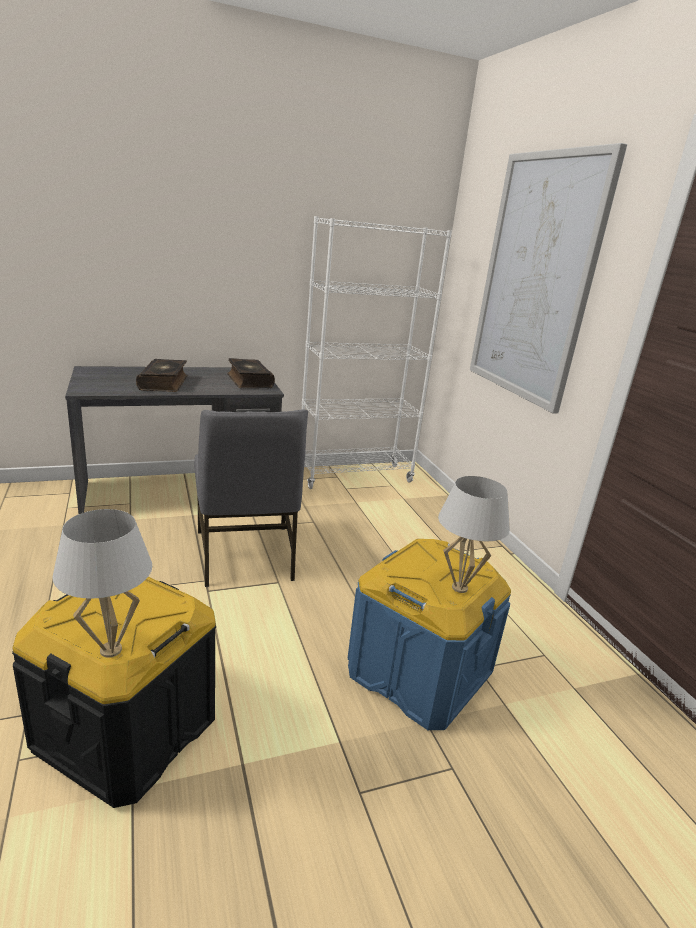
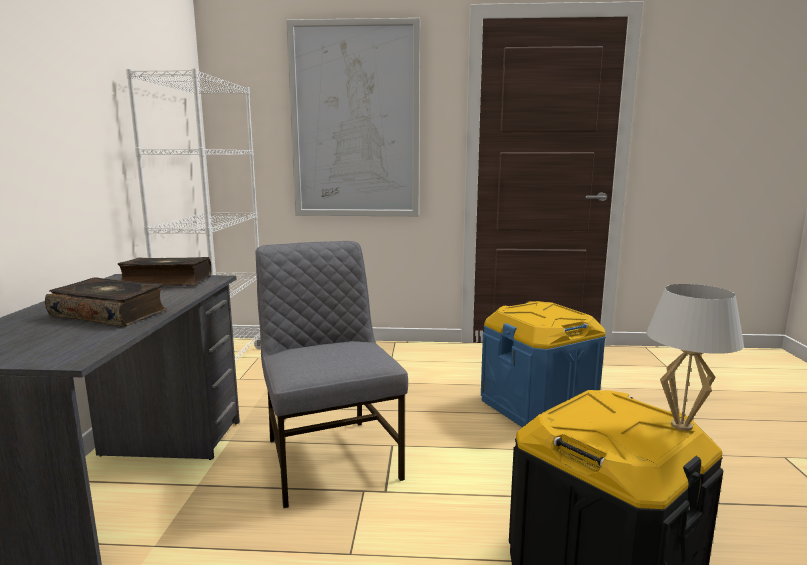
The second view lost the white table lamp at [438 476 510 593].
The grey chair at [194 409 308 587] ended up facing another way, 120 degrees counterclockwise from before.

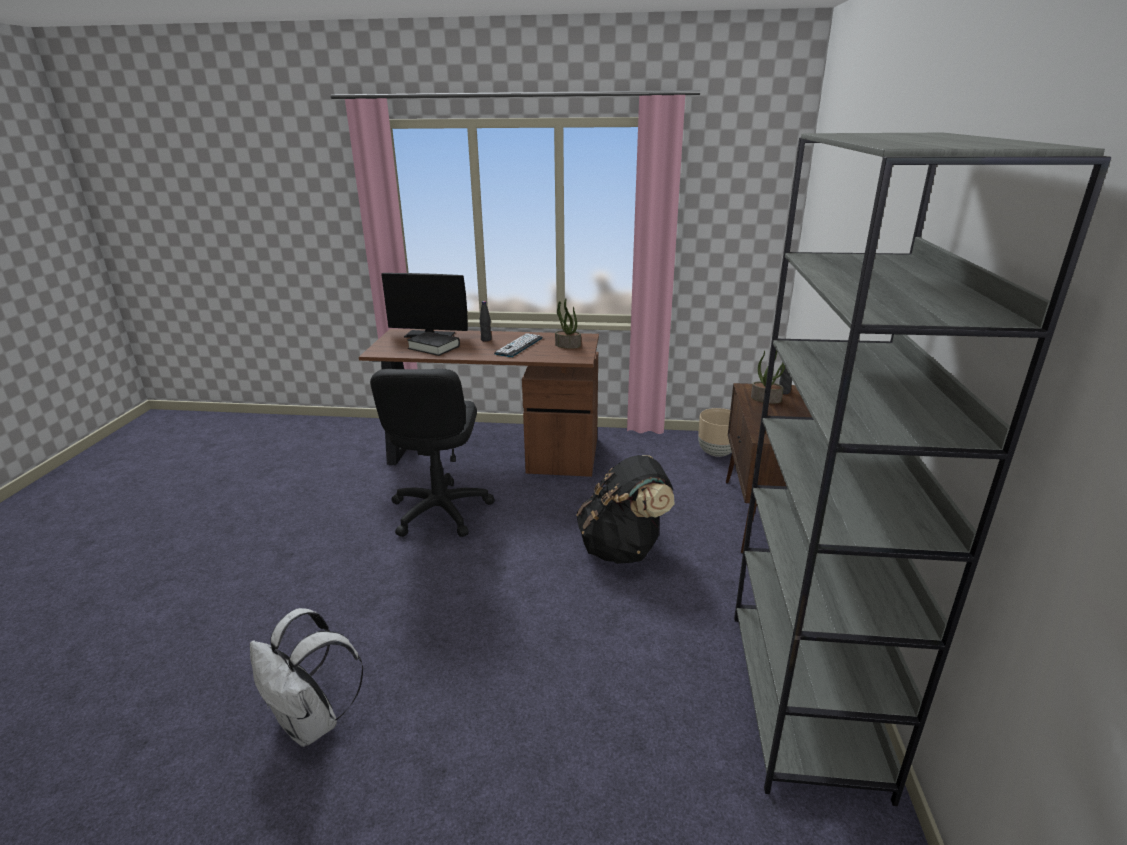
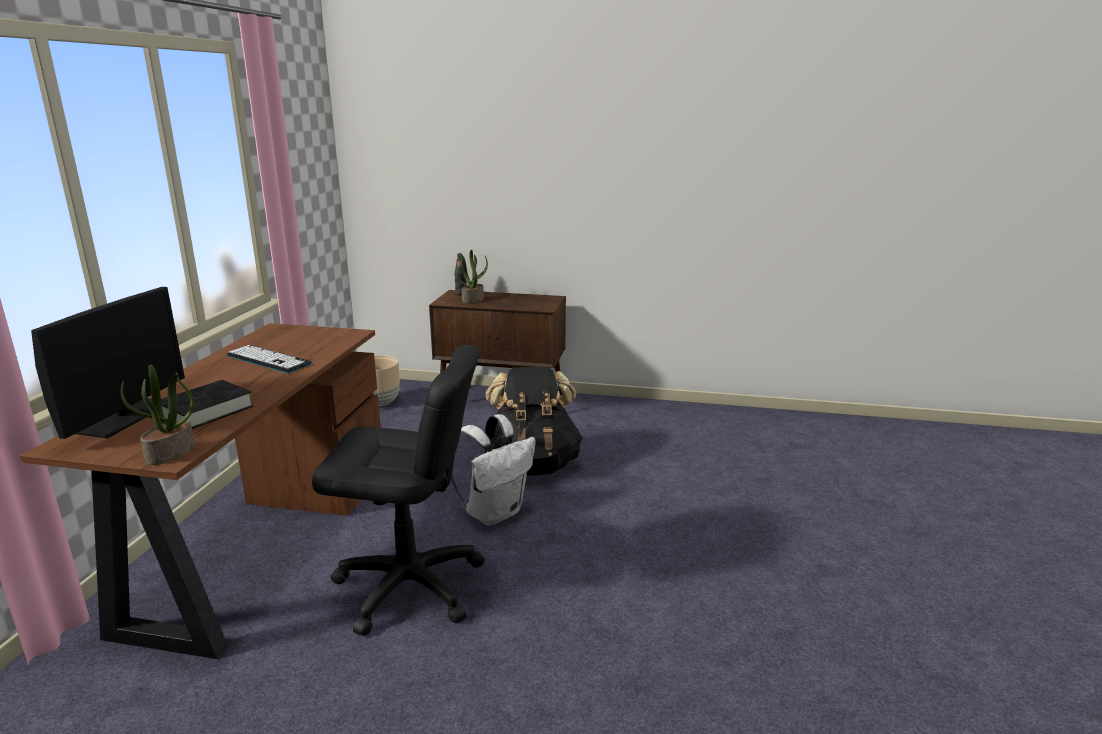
The second view lost the black bottle at [479 301 492 342].
The second view lost the grey bookcase at [734 133 1112 806].
The white backpack ended up elsewhere, having gone from [250 608 363 747] to [451 414 536 526].
The potted plant ended up elsewhere, having gone from [555 299 581 349] to [121 365 195 465].

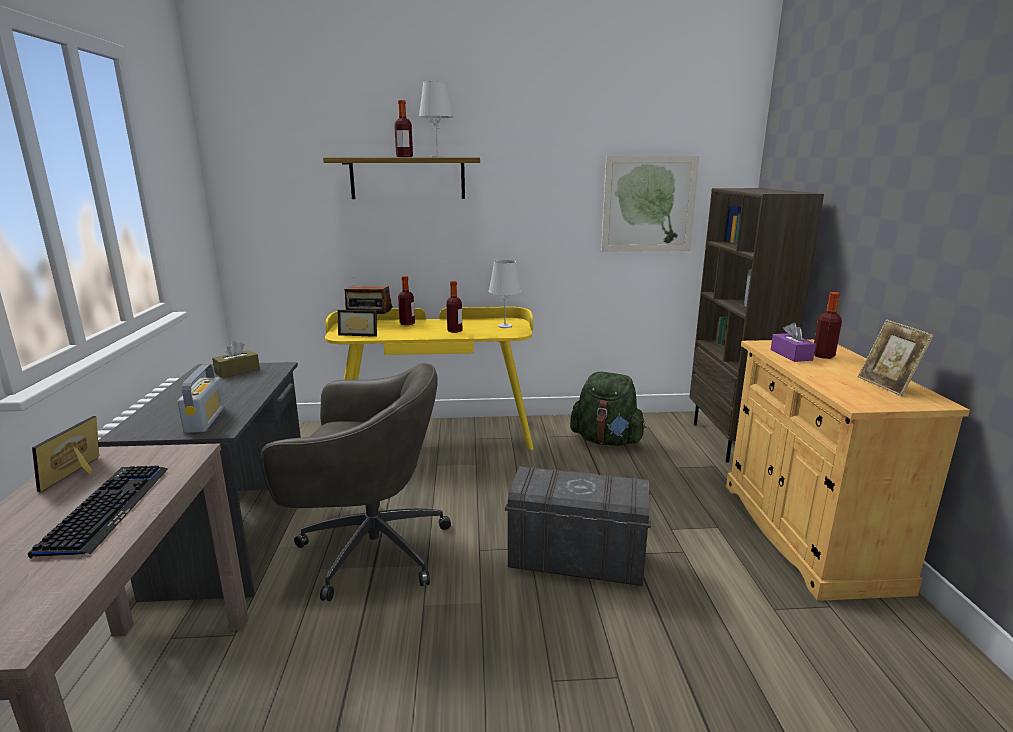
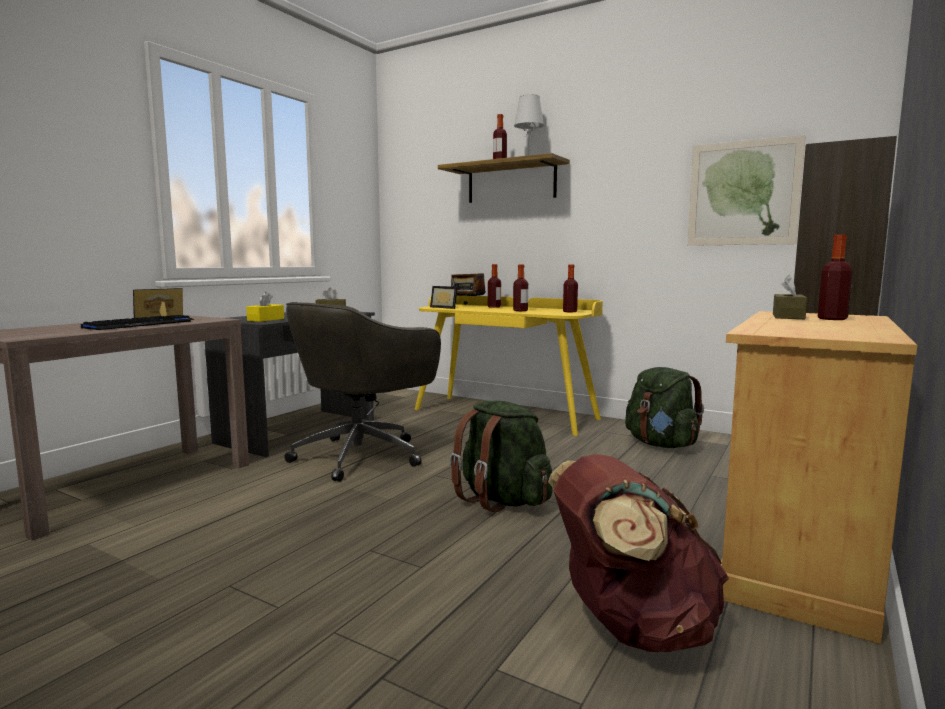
The second view lost the picture frame at [858 319 934 396].
The second view gained the brown backpack at [548 454 729 652].
Where the radio stood at [178 364 225 433], the yellow tissue box came to stand at [246 292 284 322].
Where the white table lamp stood at [489 260 521 328], the bottle came to stand at [563 264 578 312].
Where the grey storage box stood at [505 467 651 586], the green backpack came to stand at [450 401 552 512].
What was the purple tissue box at [771 323 816 362] turned into the brown tissue box at [773 275 807 319].
The grey office chair at [261 363 451 601] ended up facing another way, 90 degrees clockwise from before.

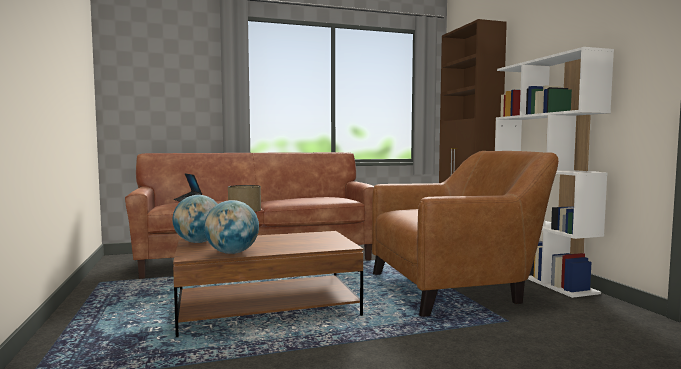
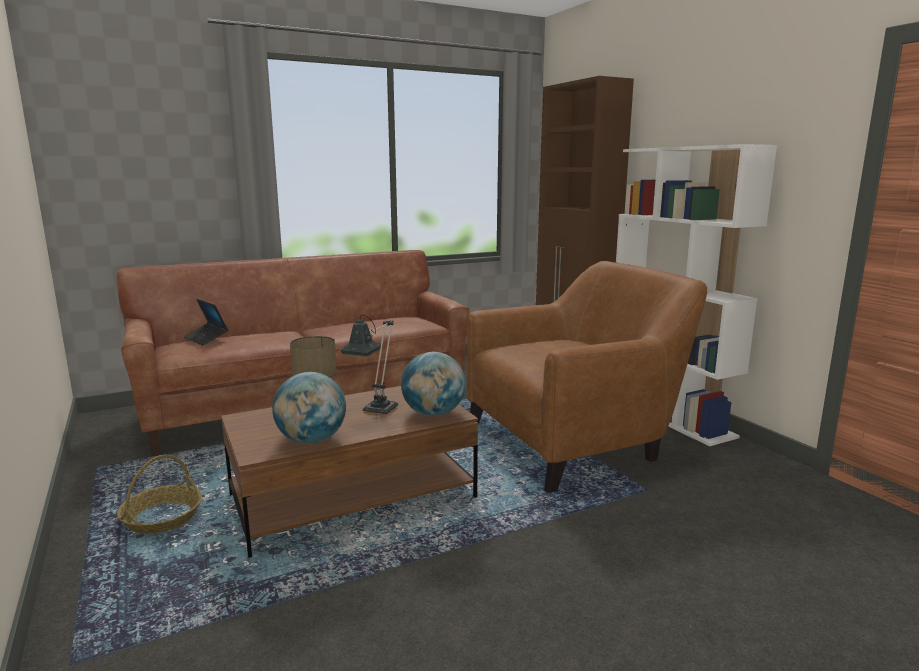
The second view gained the basket at [117 454 202 534].
The second view gained the table lamp at [341 315 398 414].
The globe ended up elsewhere, having gone from [173 195 218 243] to [401 352 466 416].

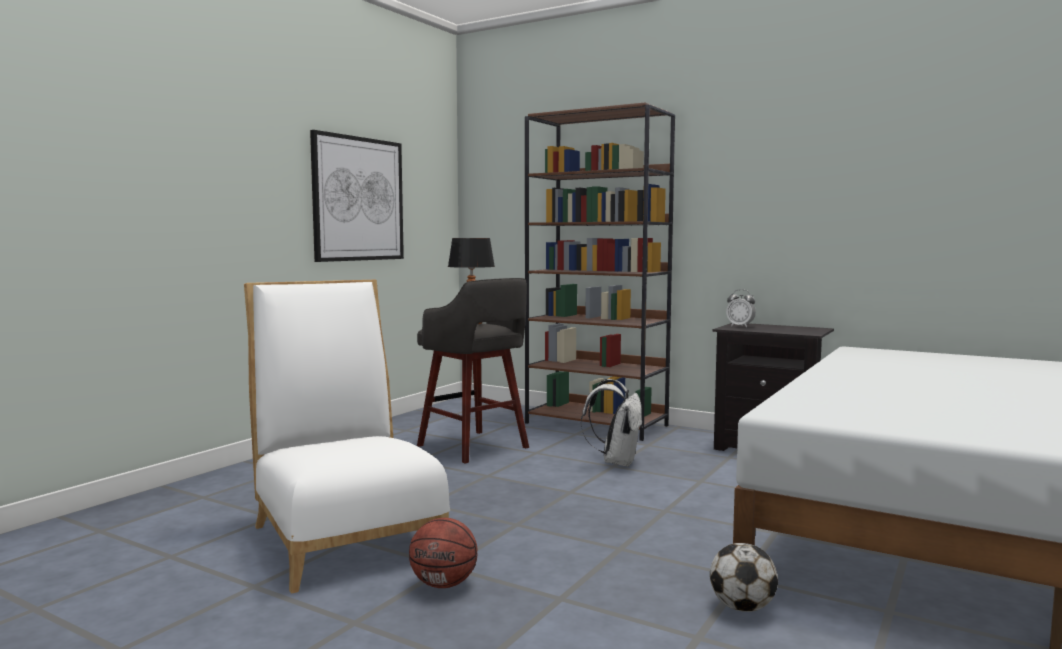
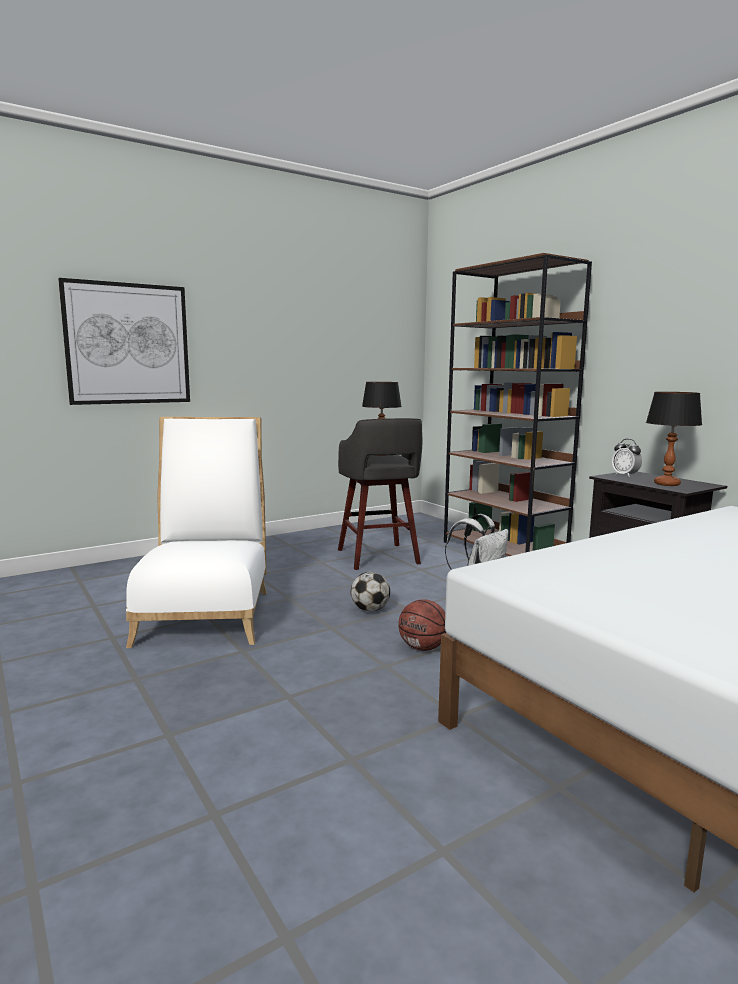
The second view gained the table lamp at [646 392 702 486].
The picture ended up elsewhere, having gone from [310 130 404 262] to [58 278 190 405].
The basketball ended up elsewhere, having gone from [409 518 477 588] to [399 599 446 651].
The football ended up elsewhere, having gone from [710 543 778 612] to [351 572 390 612].

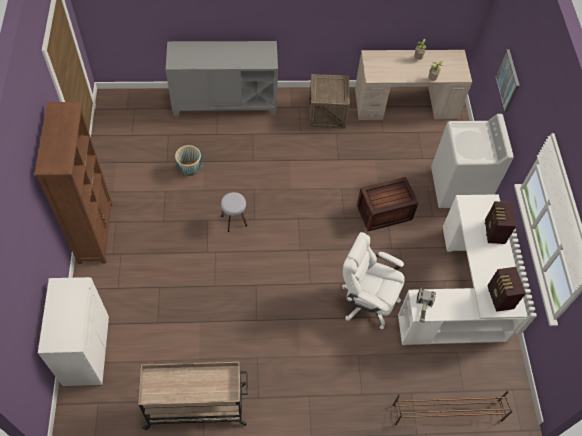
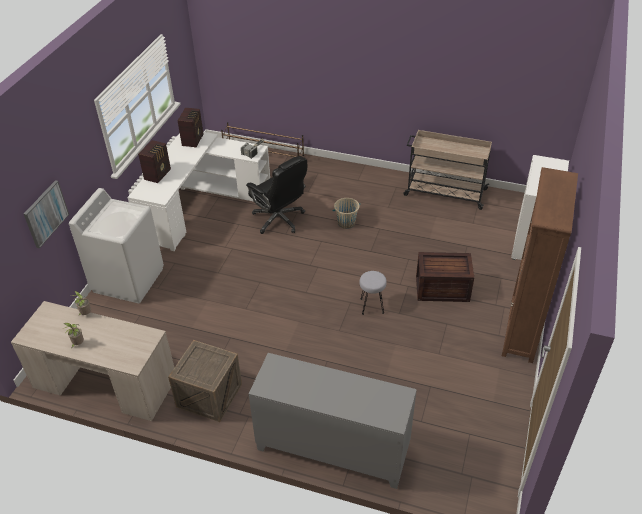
The beige bucket ended up elsewhere, having gone from [175 145 203 176] to [332 198 360 229].
The crate ended up elsewhere, having gone from [357 177 418 231] to [416 252 474 302].
What was the white office chair at [342 232 405 329] turned into the black office chair at [246 156 307 234].

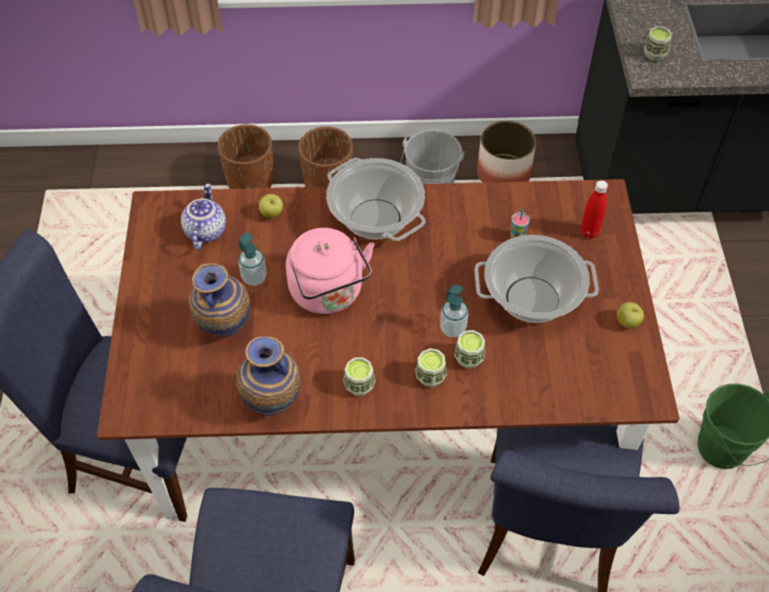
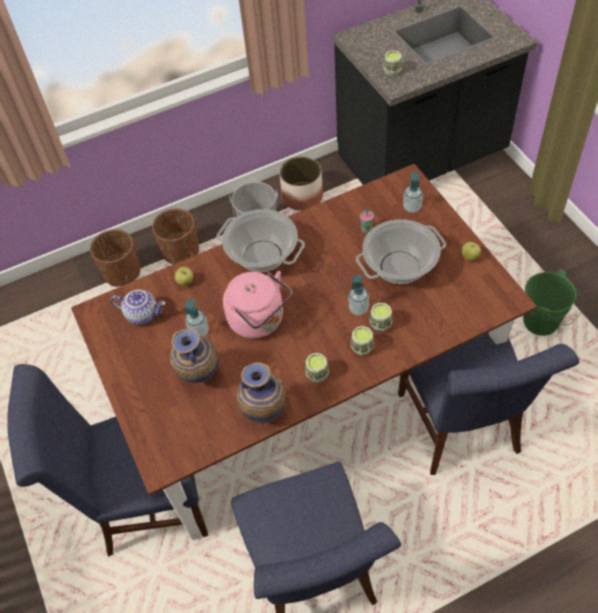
Where the red bottle stood at [581 180 608 239], the soap dispenser came to stand at [403 172 423 213].
The teapot at [181 183 226 250] ended up facing another way, 120 degrees clockwise from before.

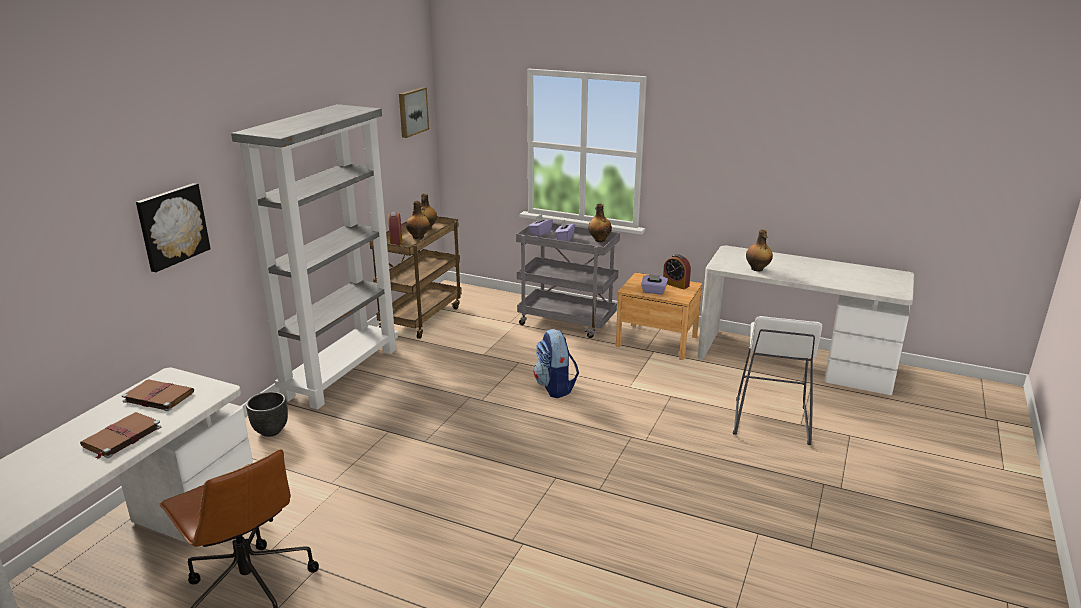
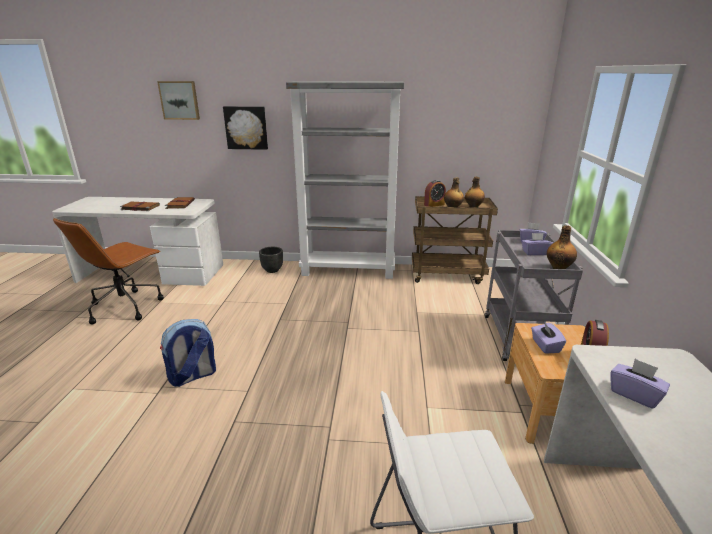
The picture ended up elsewhere, having gone from [399 87 429 138] to [157 81 200 120].
The backpack ended up elsewhere, having gone from [534 329 579 398] to [160 319 216 387].
Where the bottle stood at [746 229 773 271], the purple tissue box came to stand at [611 359 670 409].

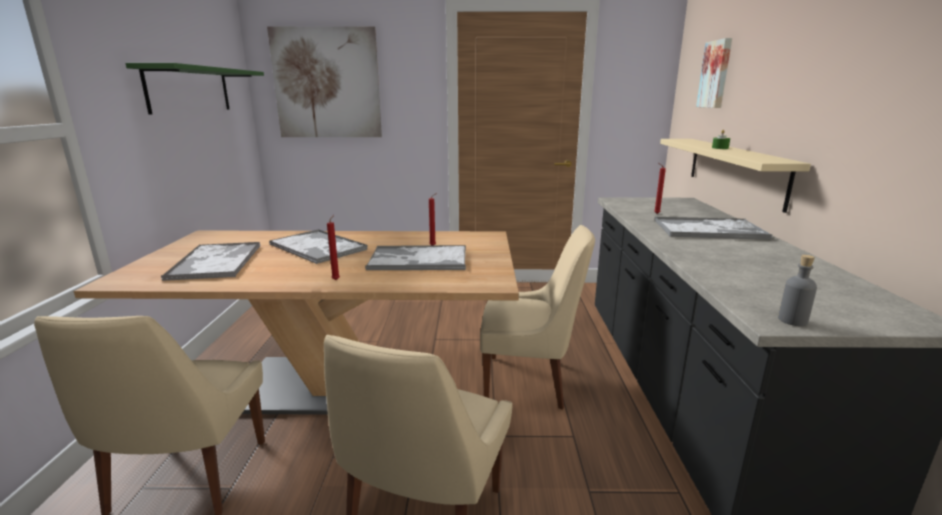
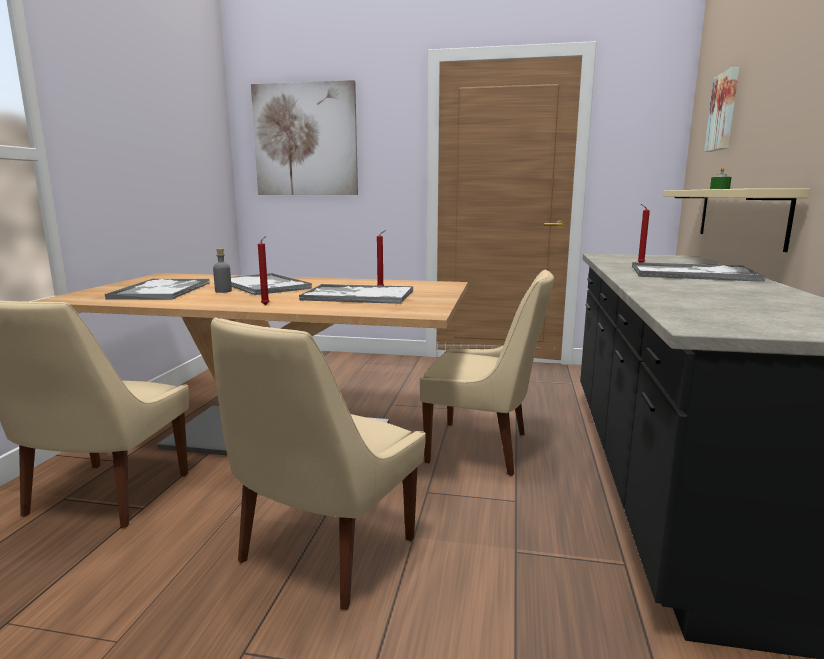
The second view lost the green shelf at [125 63 264 115].
The grey bottle ended up elsewhere, having gone from [778 255 817 326] to [213 248 232 293].

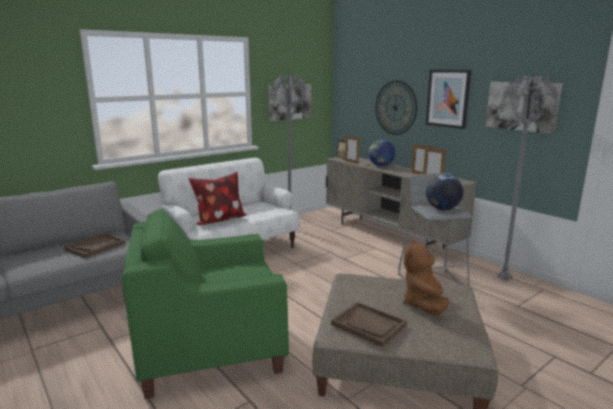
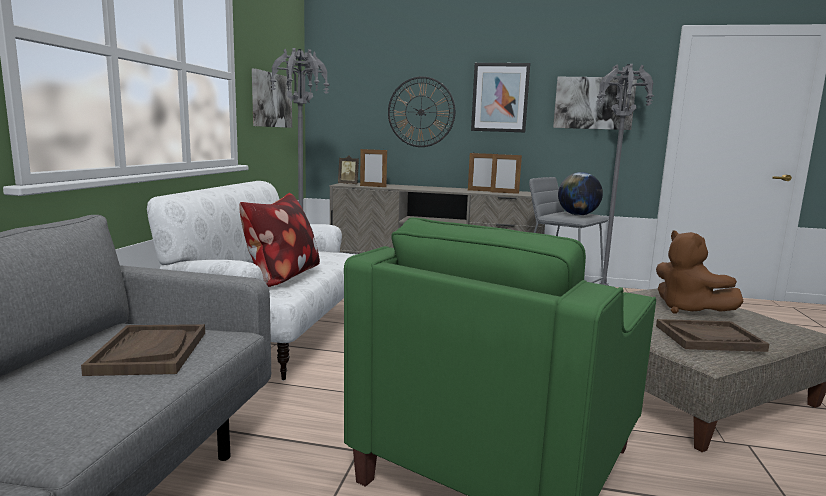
The second view lost the globe at [368 140 395 166].

